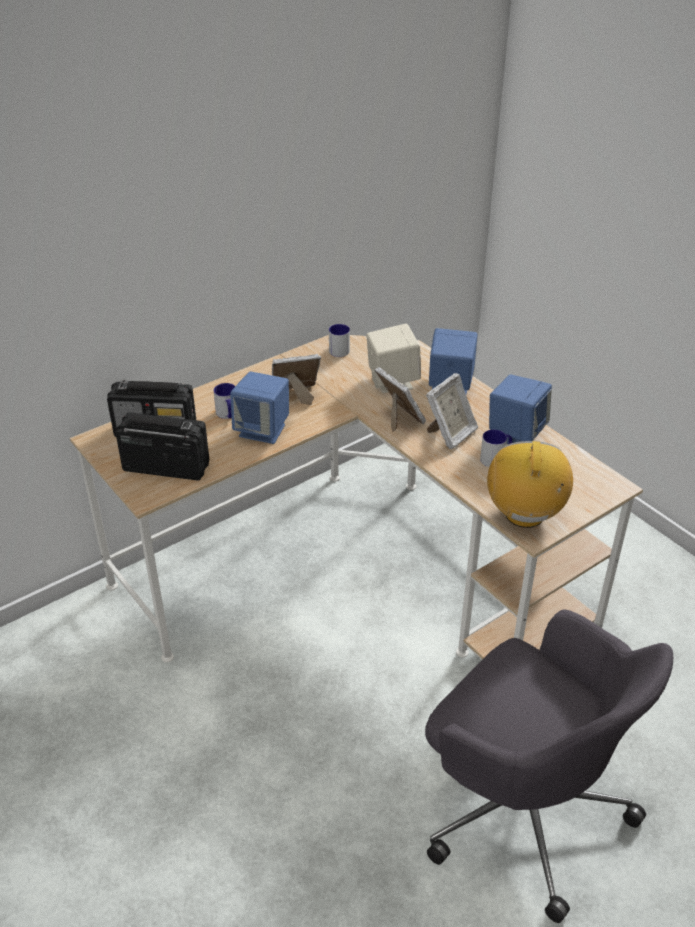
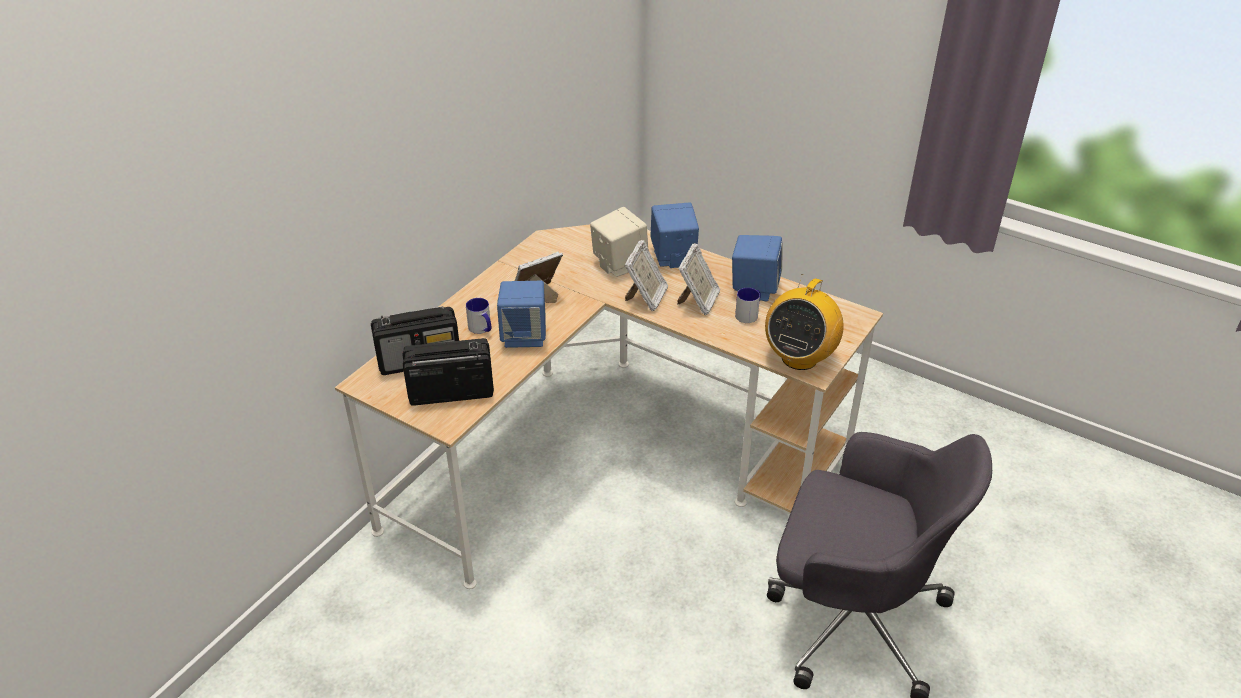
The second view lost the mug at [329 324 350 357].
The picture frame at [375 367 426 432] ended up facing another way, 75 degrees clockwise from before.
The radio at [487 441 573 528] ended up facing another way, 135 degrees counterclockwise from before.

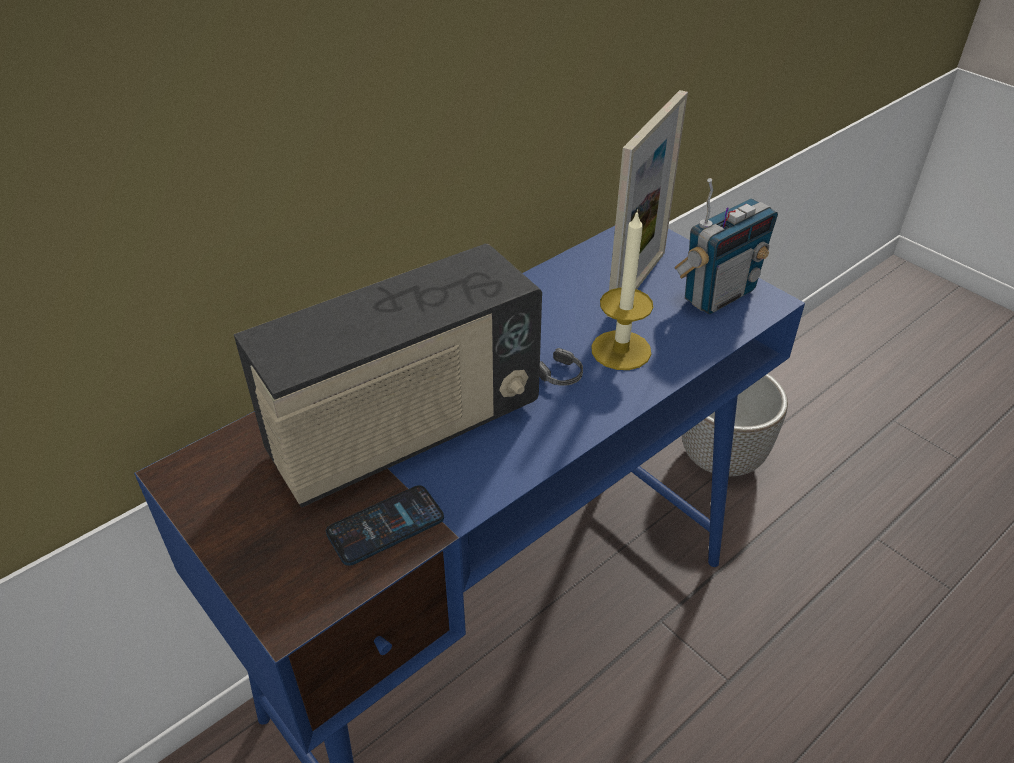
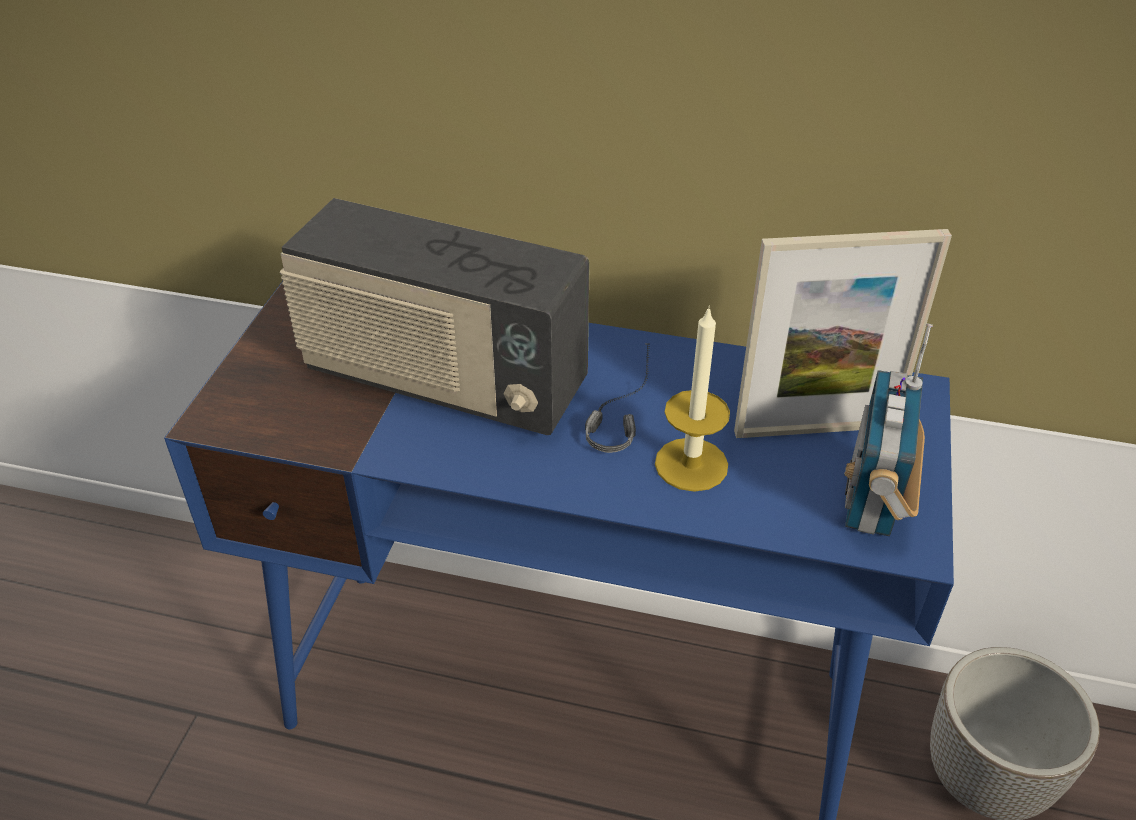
The second view lost the phone at [326 485 444 566].
The radio at [674 178 778 315] ended up facing another way, 90 degrees clockwise from before.

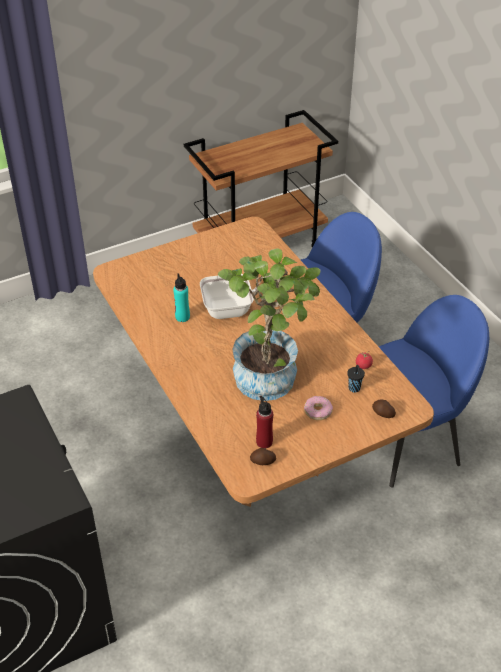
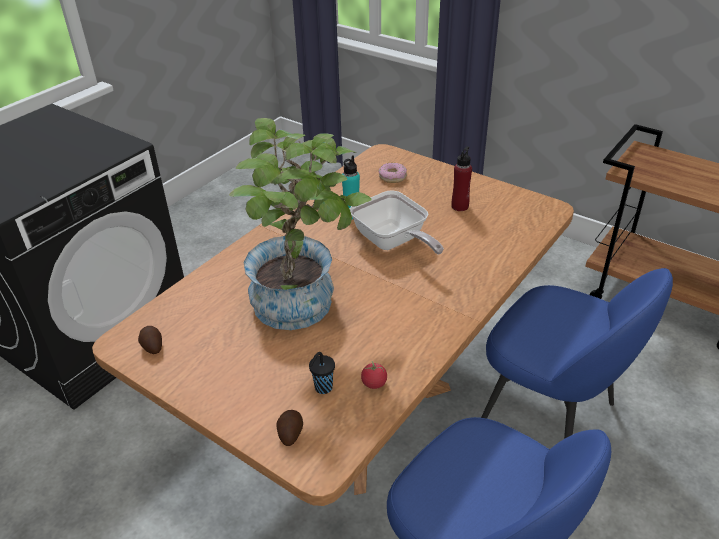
The red bottle ended up elsewhere, having gone from [256 396 273 448] to [451 146 472 211].
The donut ended up elsewhere, having gone from [304 396 333 420] to [379 163 407 183].

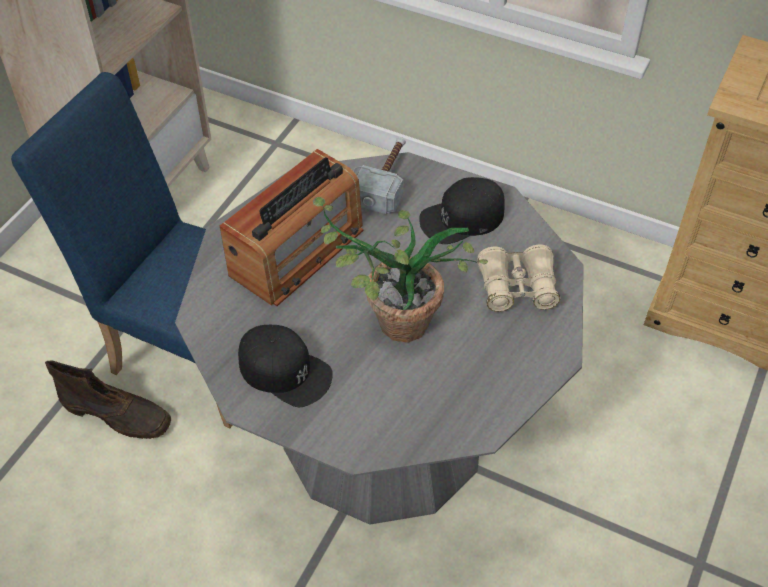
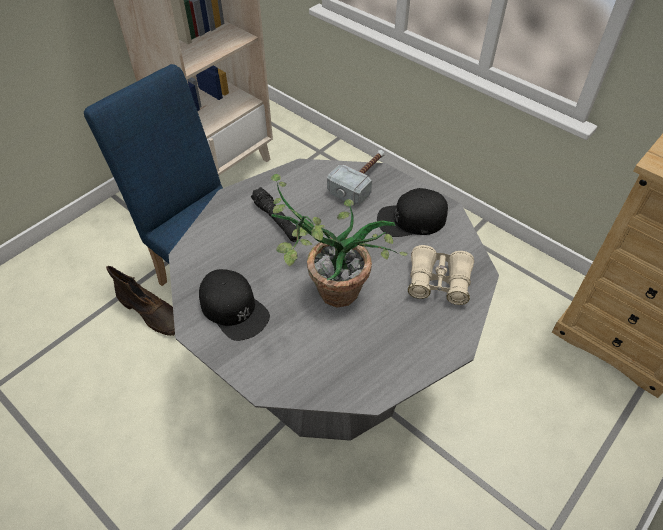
Where the radio stood at [220 149 363 306], the black flashlight came to stand at [251 187 301 242].

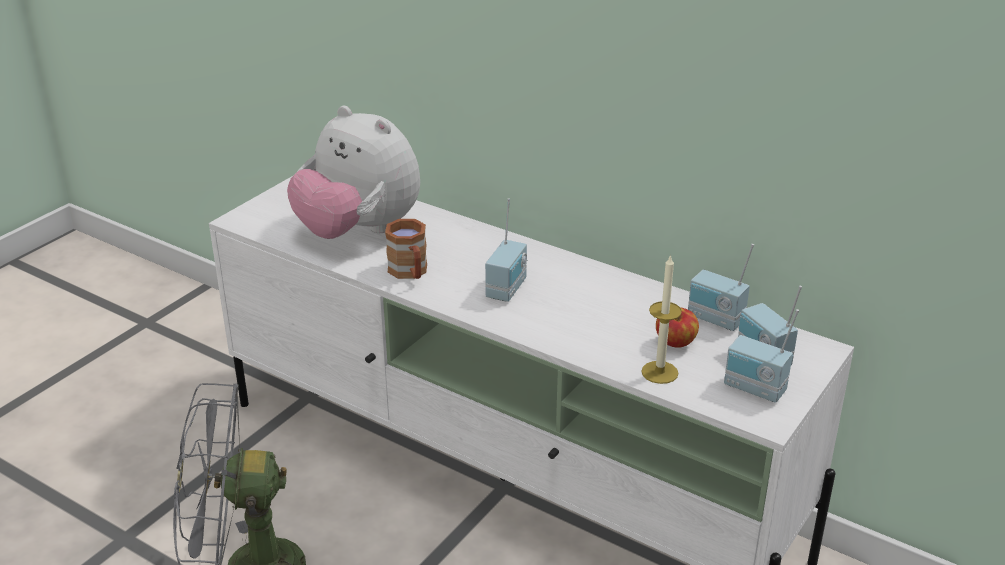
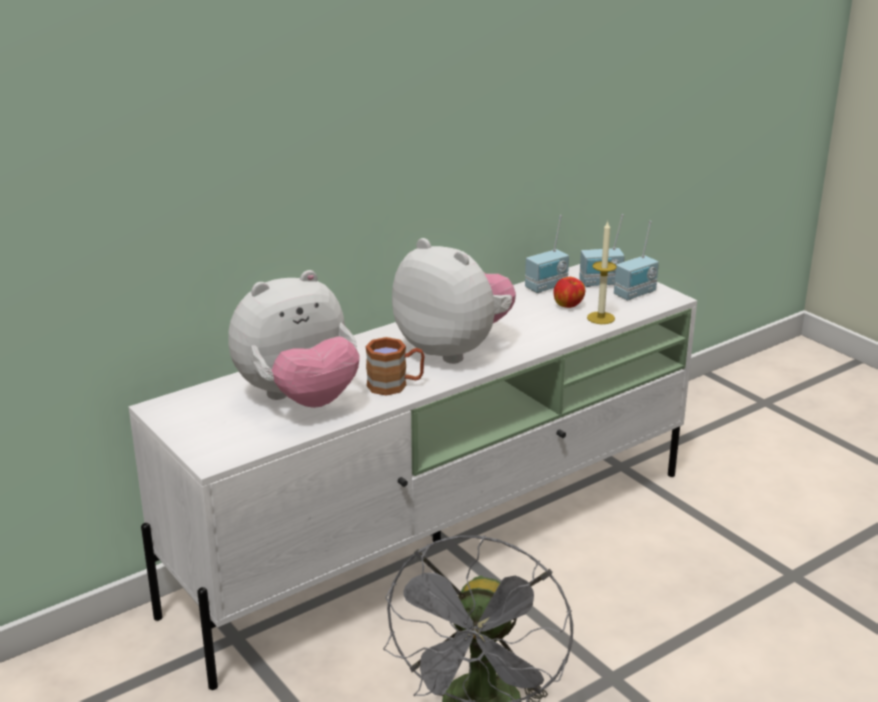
Where the radio stood at [485 199 528 302], the plush toy came to stand at [392 238 516 364].

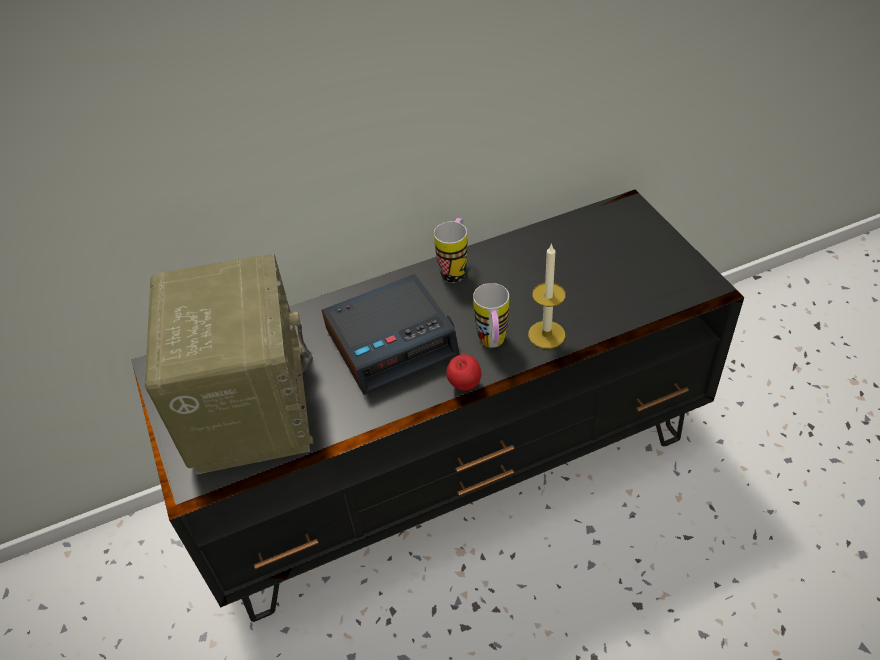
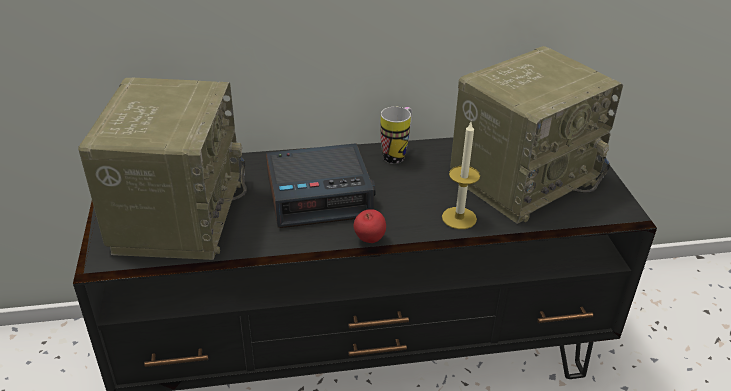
The second view lost the mug at [473 283 509 348].
The second view gained the radio at [450 46 623 224].

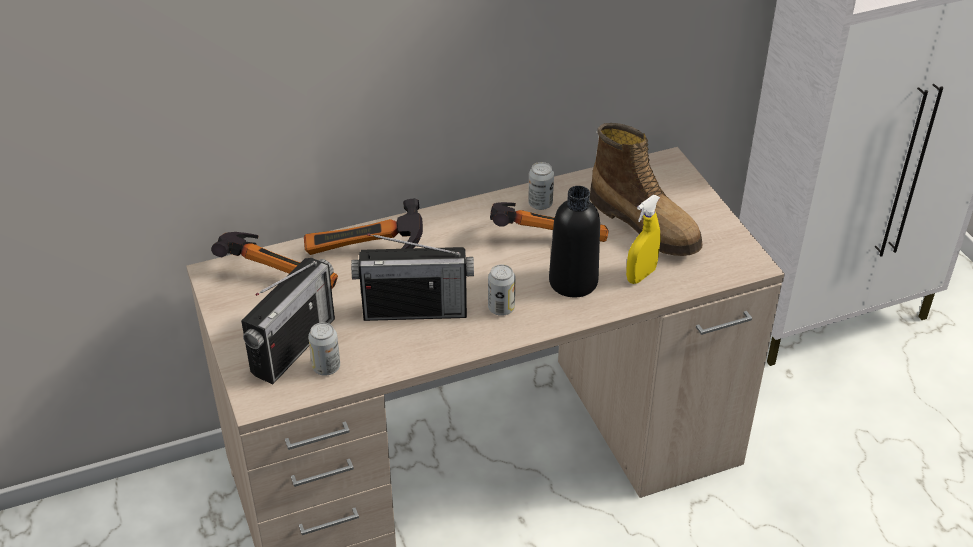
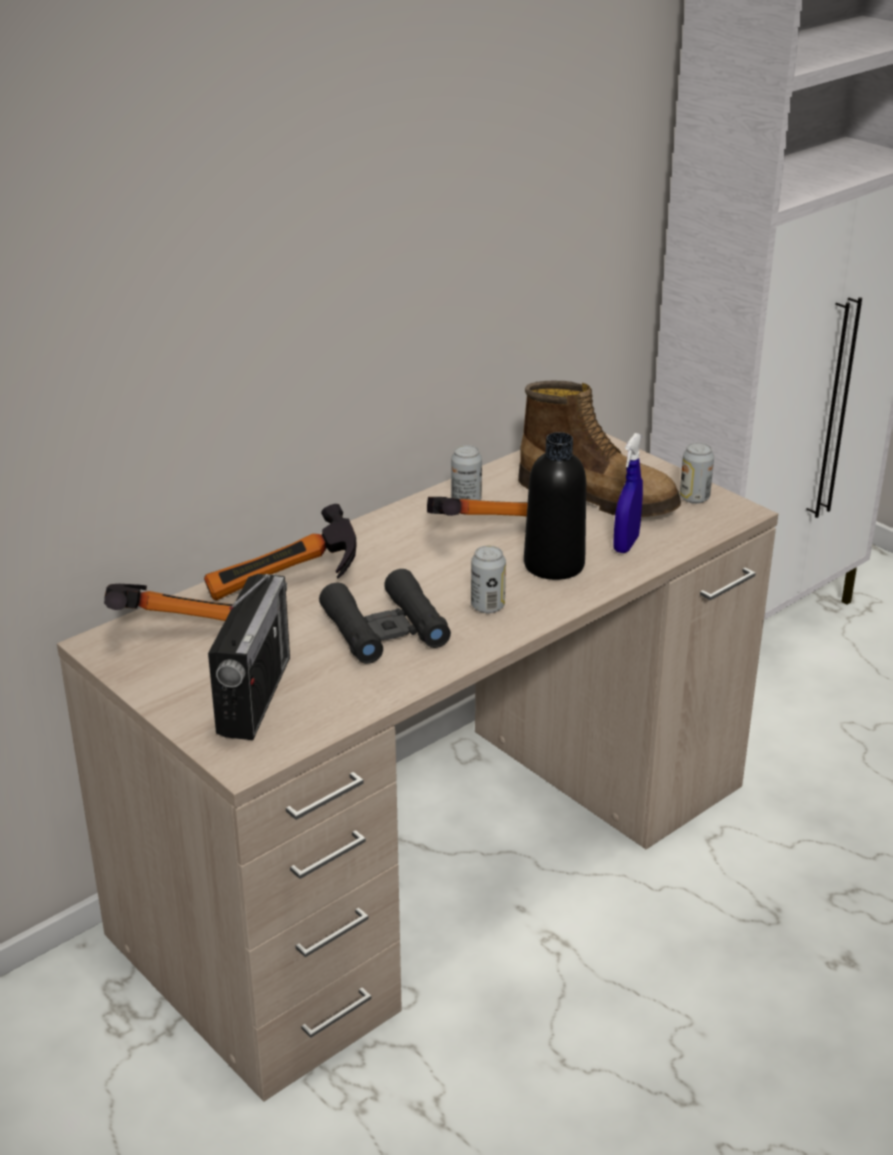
The can ended up elsewhere, having gone from [308 322 340 376] to [680 443 714 504].
Where the radio stood at [351 233 474 321], the black binoculars came to stand at [319 569 451 664].
What was the yellow spray bottle at [626 195 660 284] turned into the blue spray bottle at [613 433 643 553].

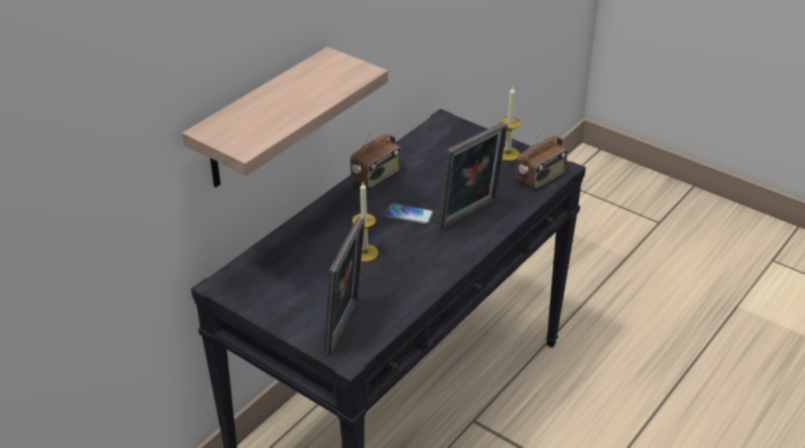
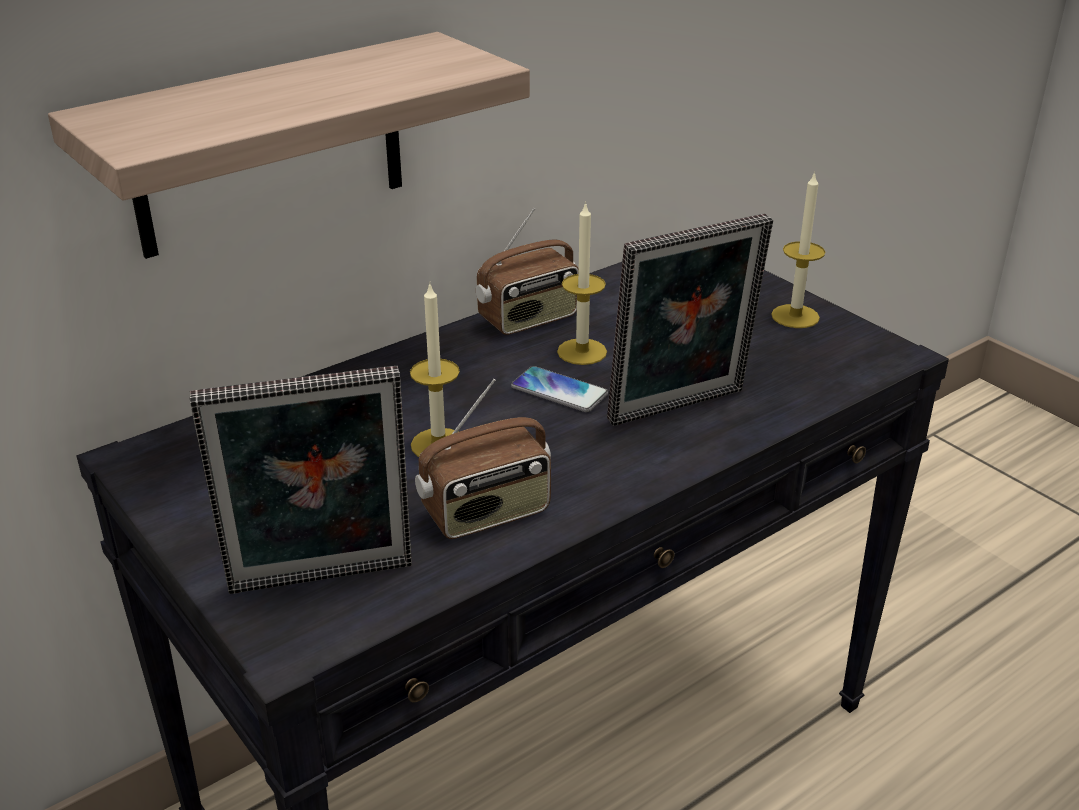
The second view gained the candle at [557 201 607 365].
The radio ended up elsewhere, having gone from [516 122 568 189] to [415 379 551 539].
The picture frame at [324 217 365 355] ended up facing another way, 45 degrees clockwise from before.

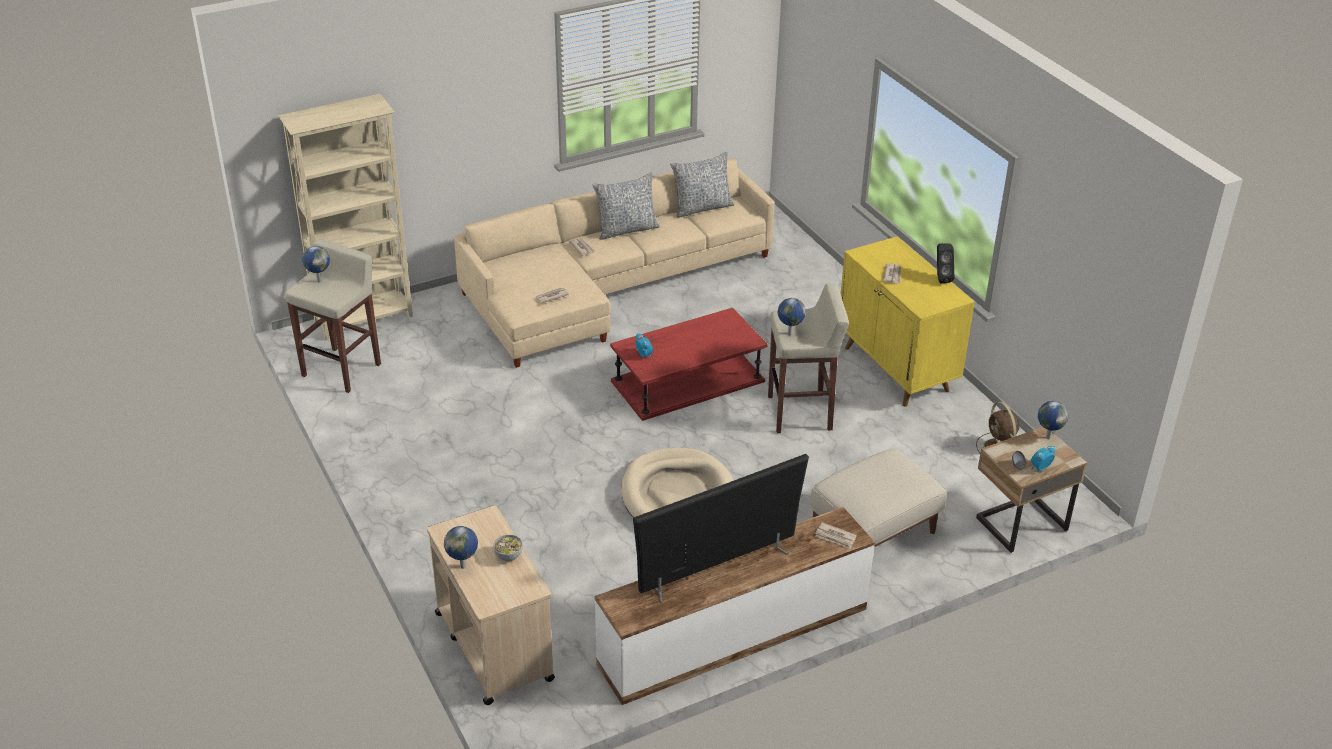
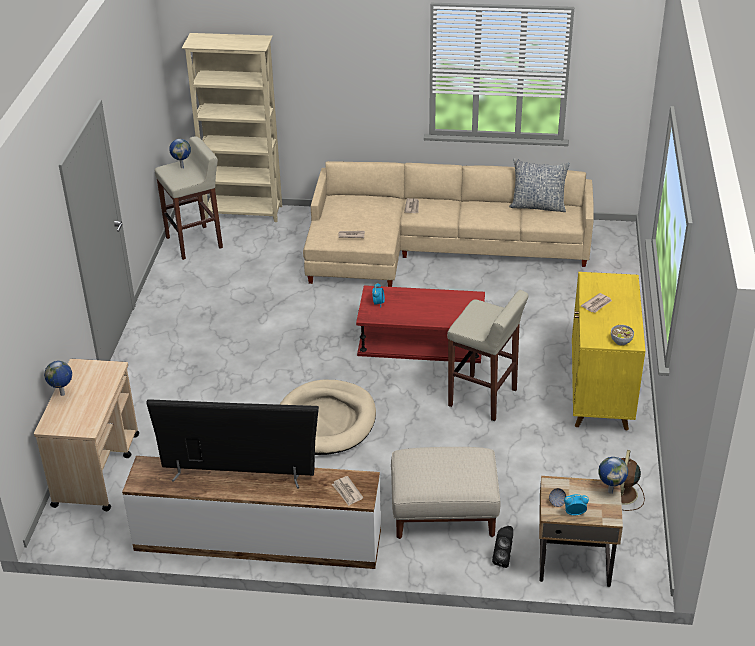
The second view lost the pillow at [592 173 660 240].
The second view lost the globe at [778 298 806 335].
The bowl ended up elsewhere, having gone from [493 535 523 562] to [611 325 634 346].
The black speaker ended up elsewhere, having gone from [937 243 954 283] to [492 526 513 568].

